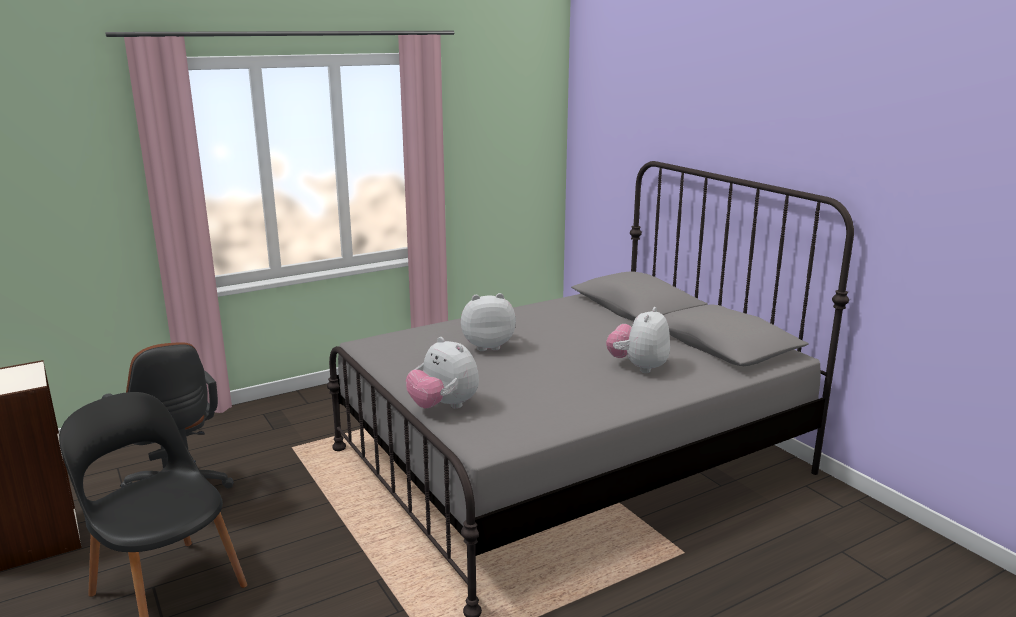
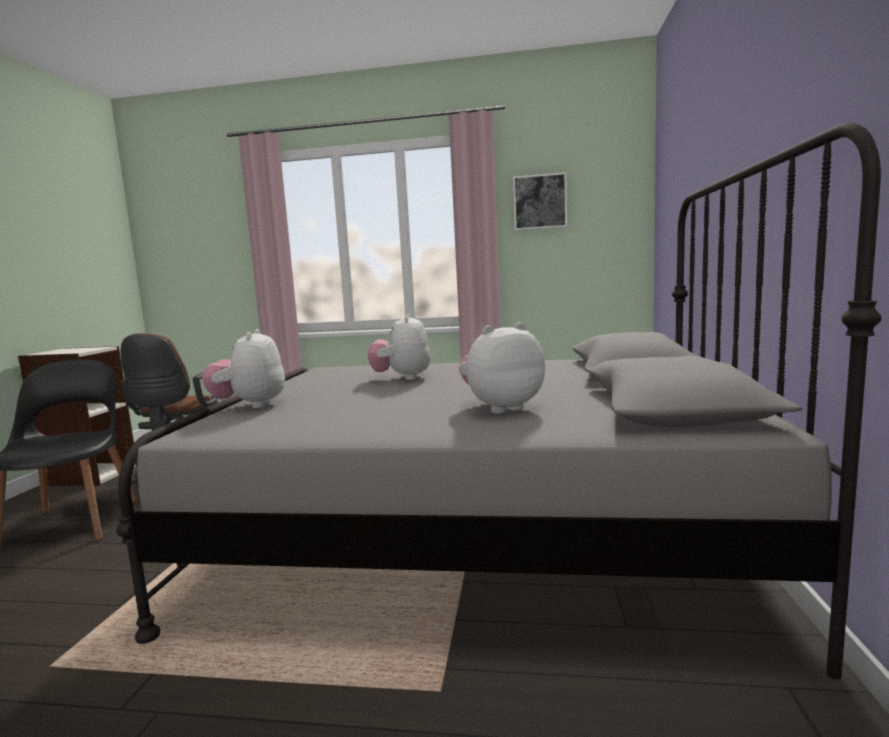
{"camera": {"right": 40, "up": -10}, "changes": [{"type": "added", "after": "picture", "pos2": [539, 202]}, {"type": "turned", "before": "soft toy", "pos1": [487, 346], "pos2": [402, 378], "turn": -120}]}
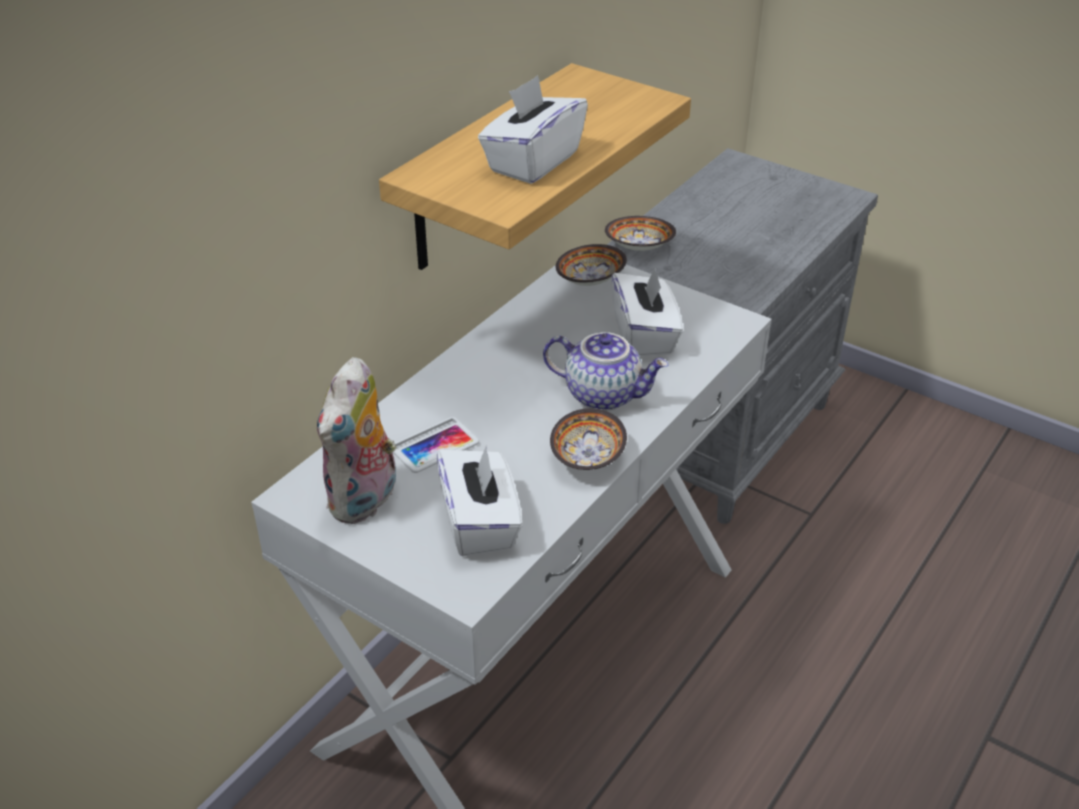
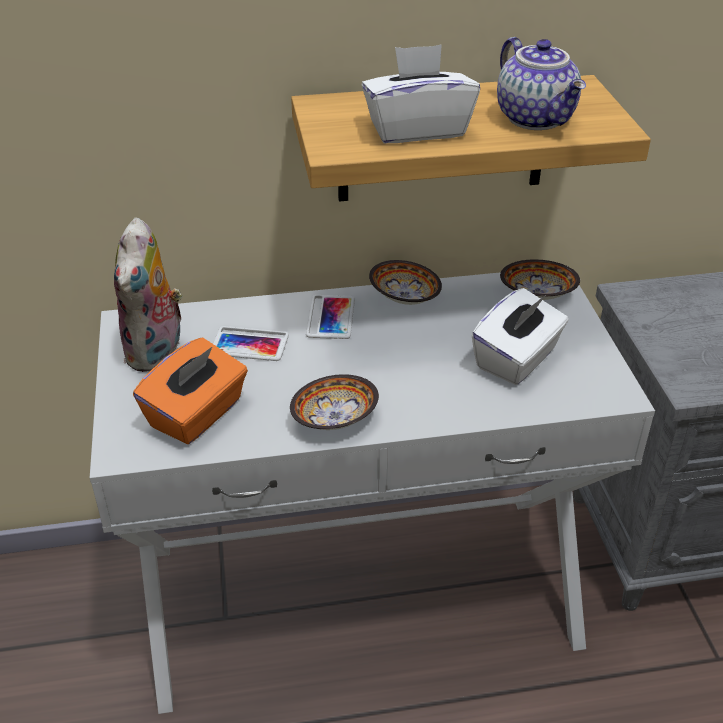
{"camera": {"right": 45, "up": 0}, "changes": [{"type": "added", "after": "phone", "pos2": [330, 317]}, {"type": "moved", "before": "tea pot", "pos1": [604, 394], "pos2": [537, 118]}, {"type": "moved", "before": "bowl", "pos1": [640, 248], "pos2": [404, 299]}, {"type": "recoloured", "before": "white-coloured box of tissues", "after": "orange box of tissues", "pos1": [480, 523], "pos2": [197, 414]}, {"type": "turned", "before": "soft toy", "pos1": [365, 501], "pos2": [157, 352], "turn": -60}]}
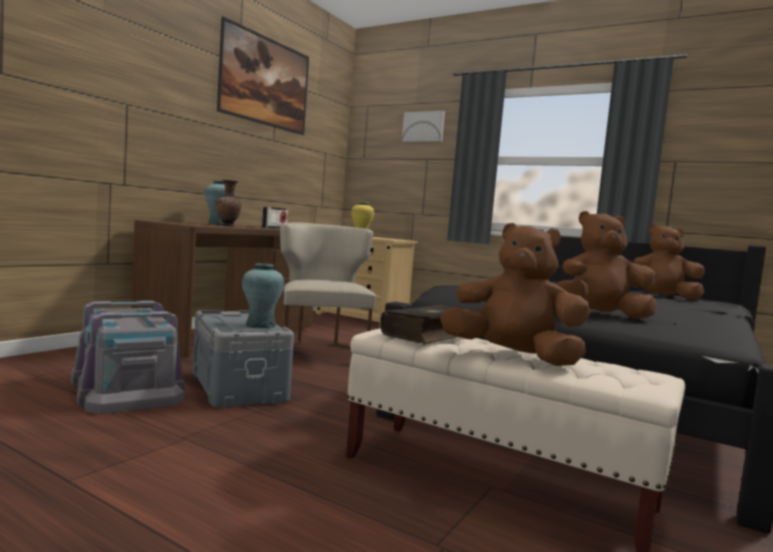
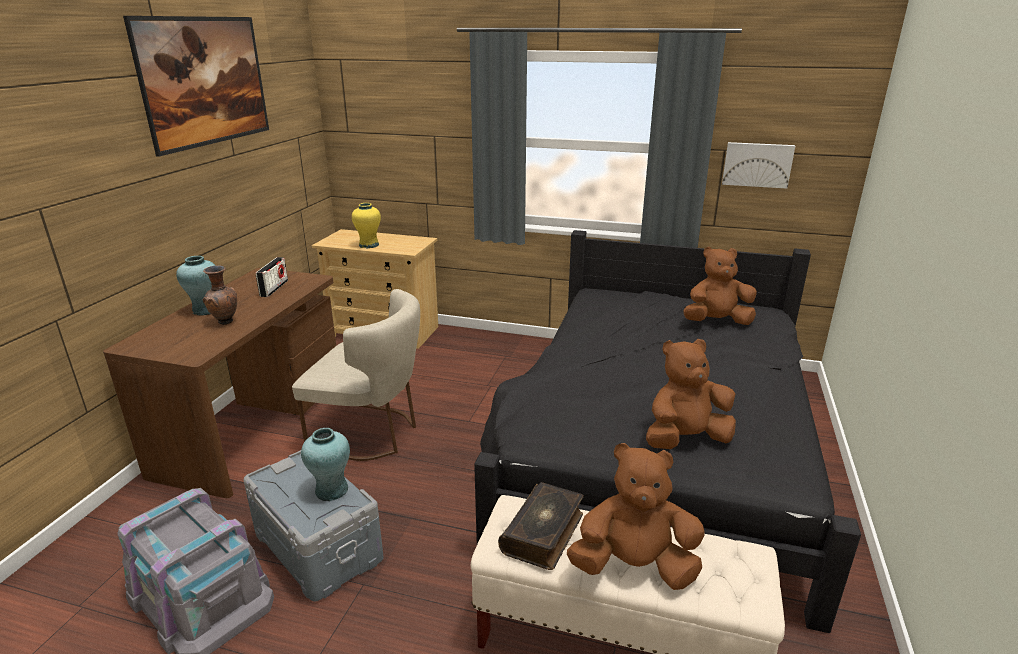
{"camera": {"right": -15, "up": 20}, "changes": [{"type": "moved", "before": "picture", "pos1": [423, 127], "pos2": [757, 164]}, {"type": "turned", "before": "beige-coloured upright chair", "pos1": [320, 352], "pos2": [372, 433], "turn": 135}]}
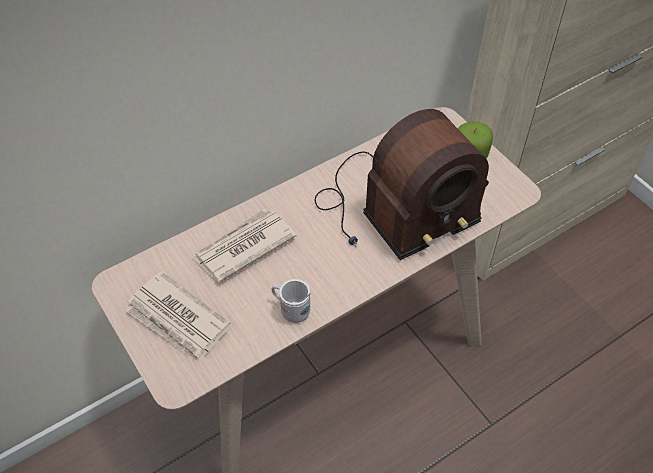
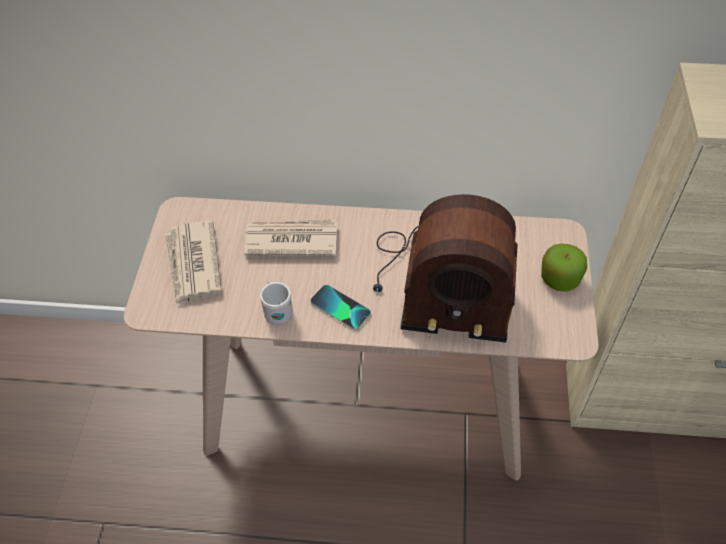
{"camera": {"right": 40, "up": 0}, "changes": [{"type": "added", "after": "phone", "pos2": [340, 308]}]}
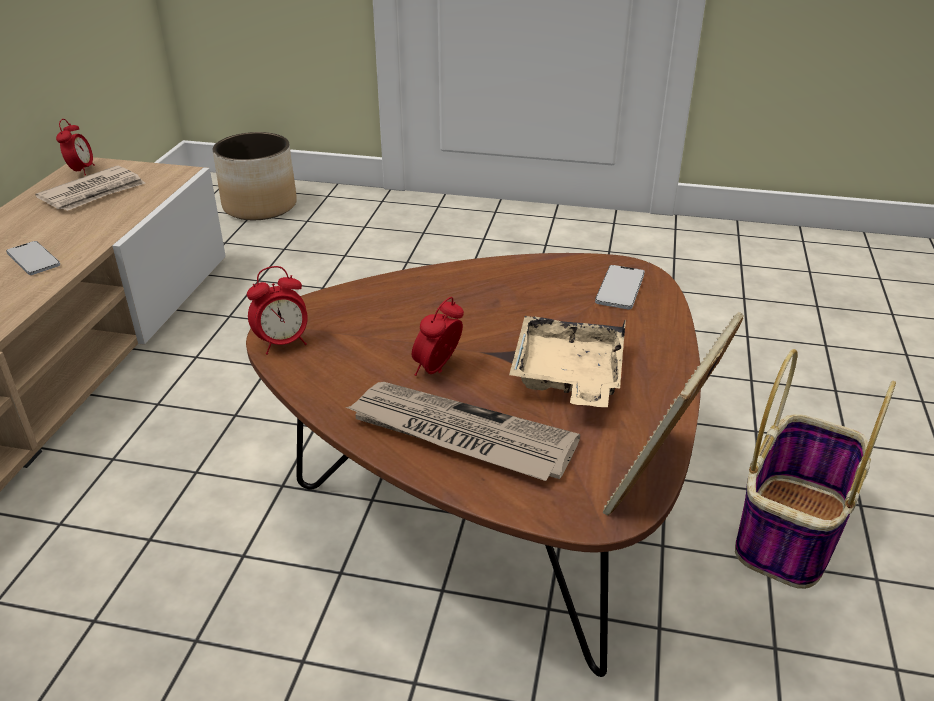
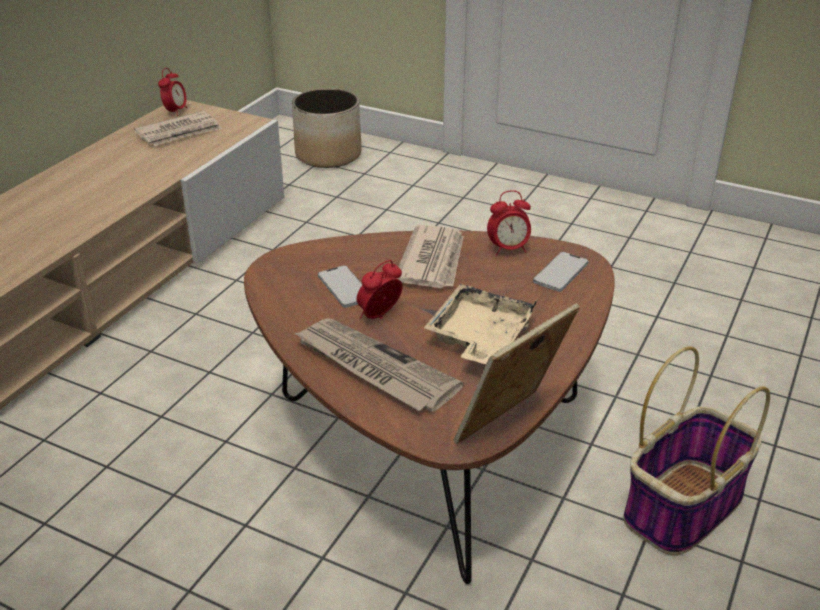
{"camera": {"right": 15, "up": 0}, "changes": [{"type": "added", "after": "daily paper", "pos2": [433, 261]}, {"type": "moved", "before": "phone", "pos1": [33, 259], "pos2": [344, 288]}, {"type": "moved", "before": "table clock", "pos1": [283, 343], "pos2": [508, 249]}]}
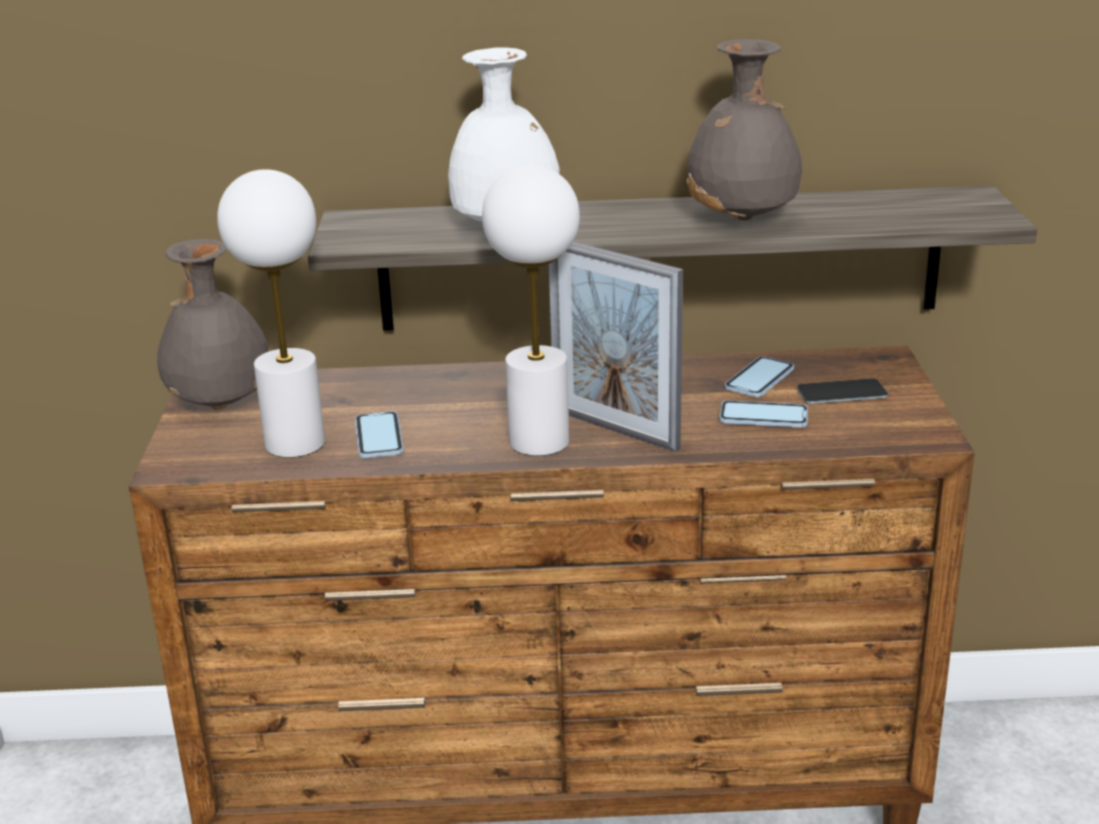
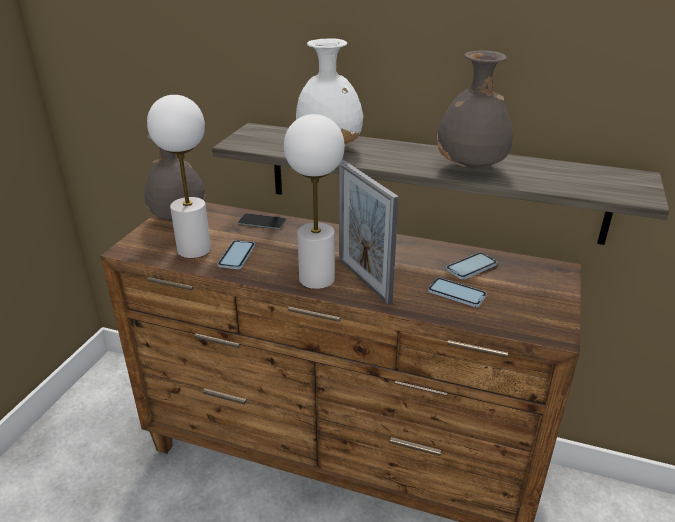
{"camera": {"right": 20, "up": 5}, "changes": [{"type": "moved", "before": "phone", "pos1": [842, 393], "pos2": [262, 222]}]}
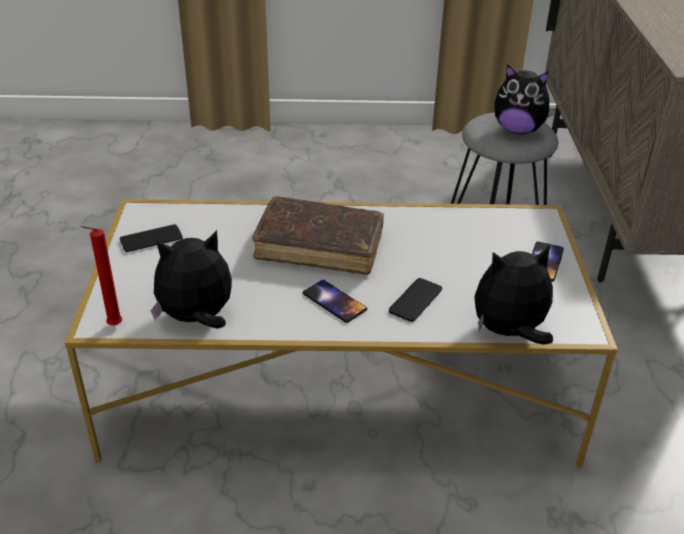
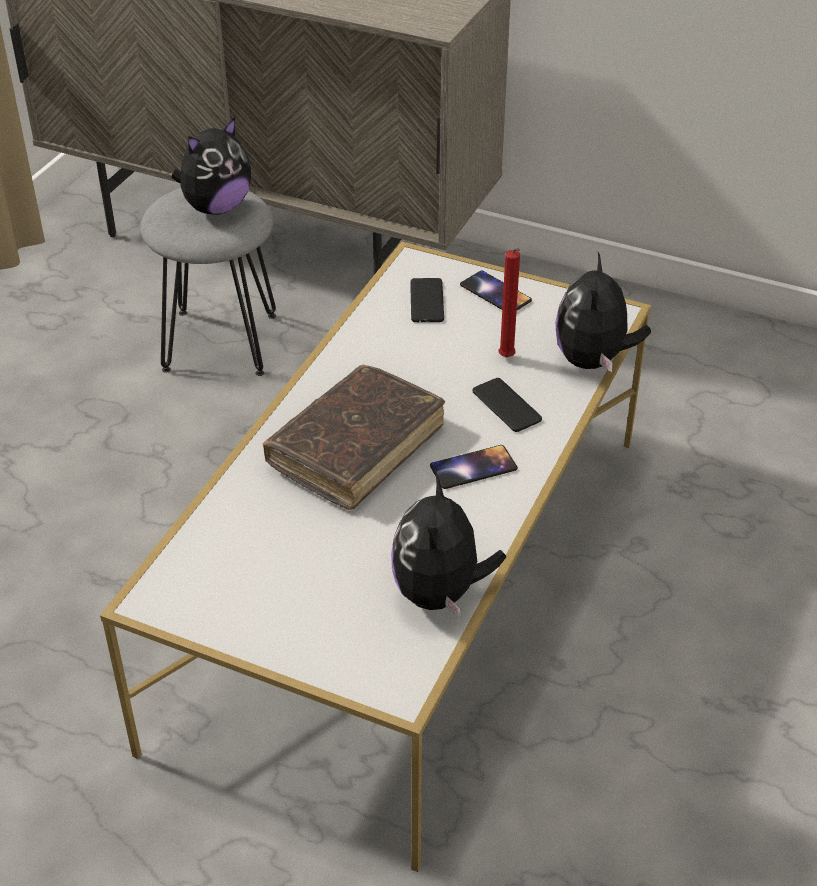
{"camera": {"right": -65, "up": 5}, "changes": [{"type": "moved", "before": "red-coloured wax light", "pos1": [112, 326], "pos2": [507, 359]}, {"type": "moved", "before": "phone", "pos1": [151, 239], "pos2": [427, 301]}]}
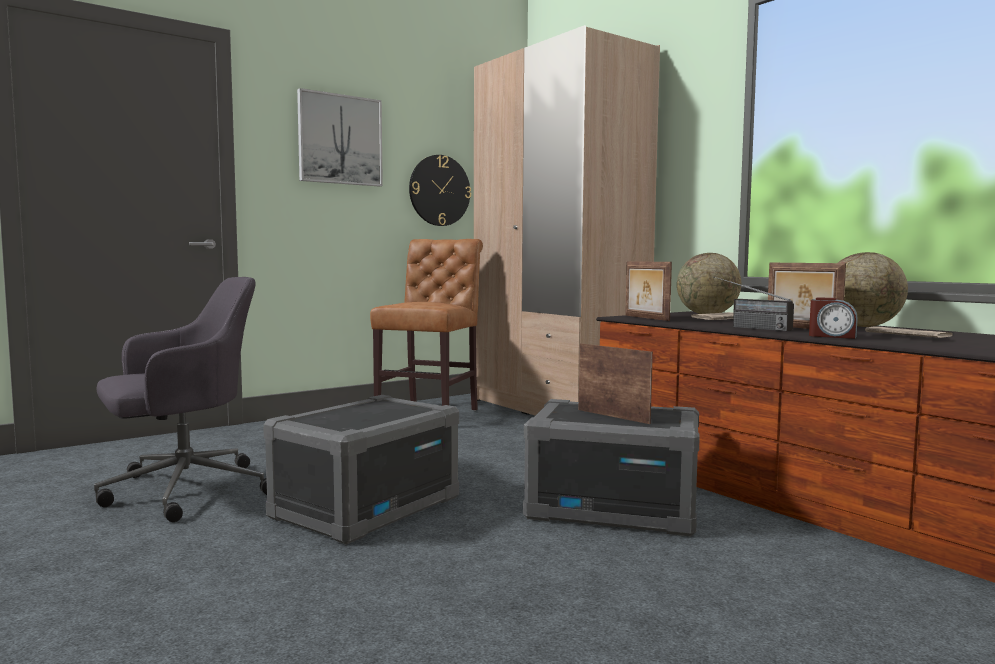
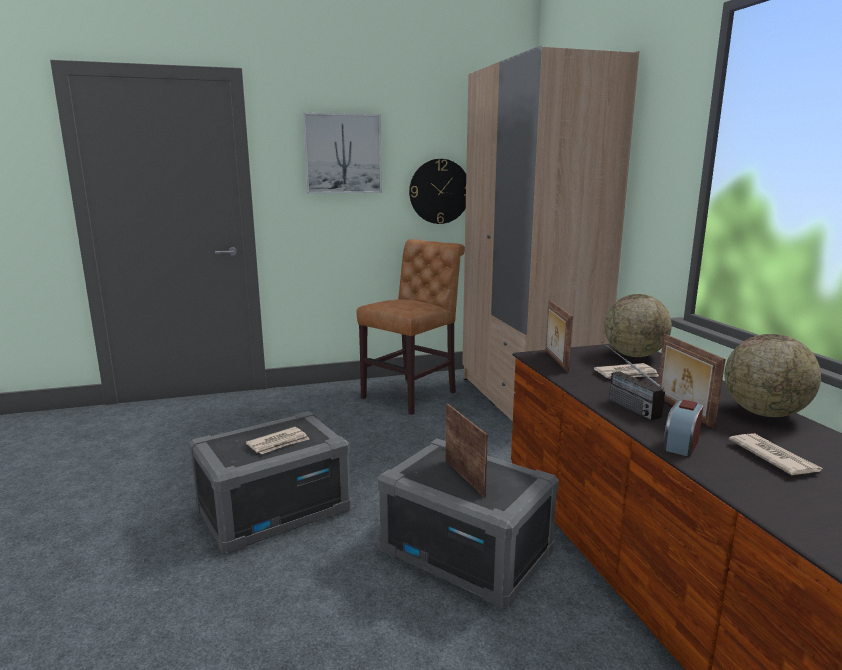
{"camera": {"right": 20, "up": 10}, "changes": [{"type": "removed", "before": "greyish office chair", "pos1": [183, 491]}, {"type": "added", "after": "daily paper", "pos2": [279, 443]}, {"type": "turned", "before": "table clock", "pos1": [832, 336], "pos2": [681, 444], "turn": 75}]}
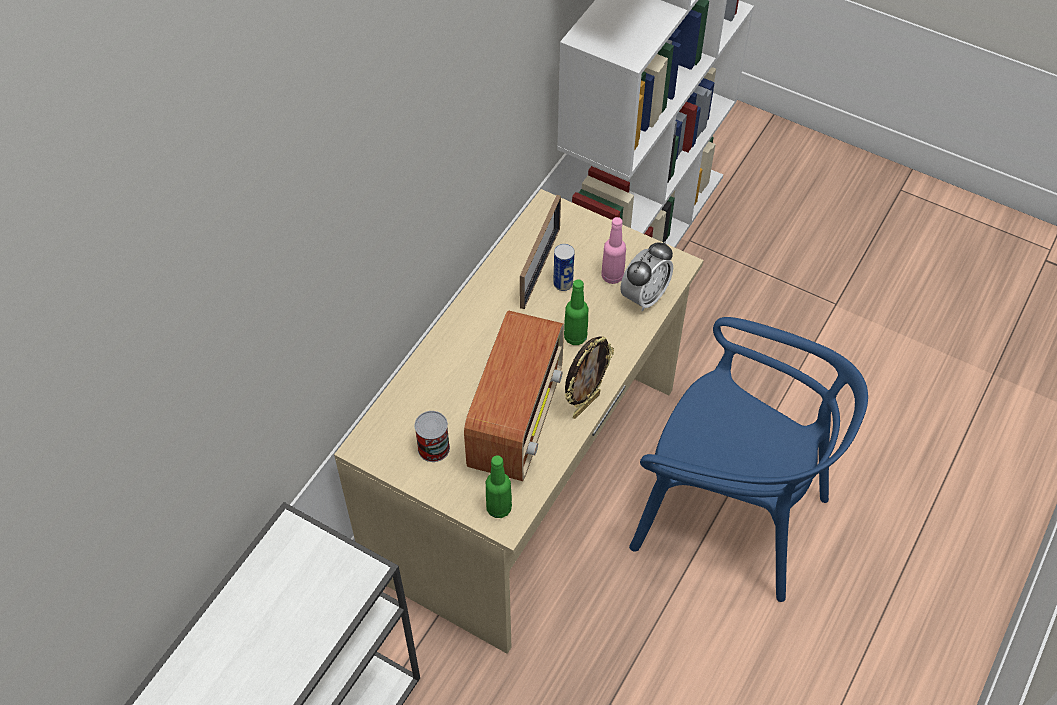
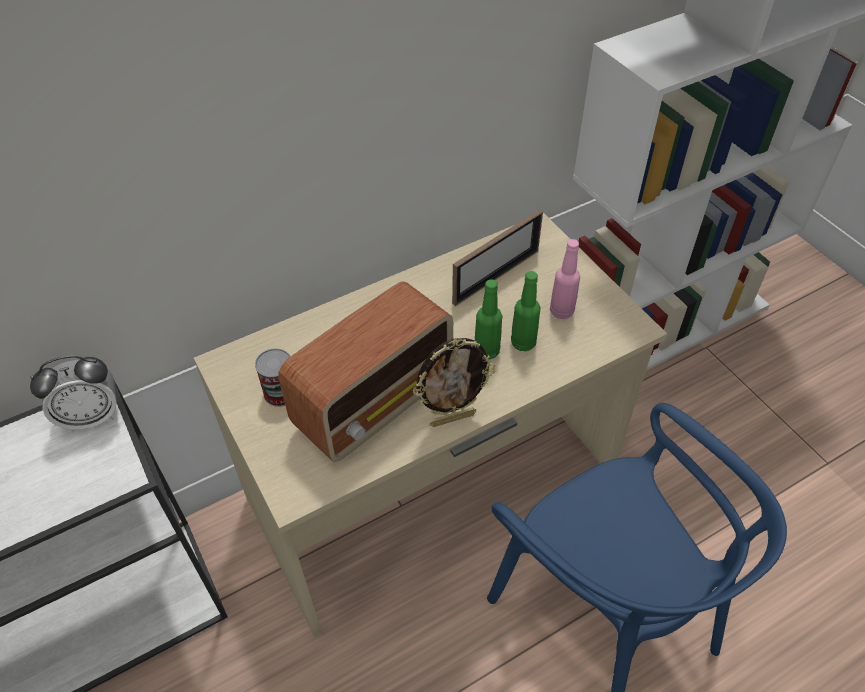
{"camera": {"right": 30, "up": -5}, "changes": [{"type": "removed", "before": "can", "pos1": [563, 284]}, {"type": "moved", "before": "green-coloured drink bottle", "pos1": [499, 508], "pos2": [523, 343]}, {"type": "moved", "before": "table clock", "pos1": [644, 297], "pos2": [92, 416]}]}
